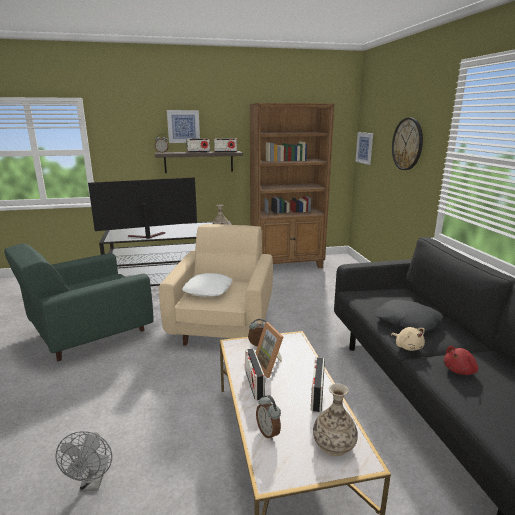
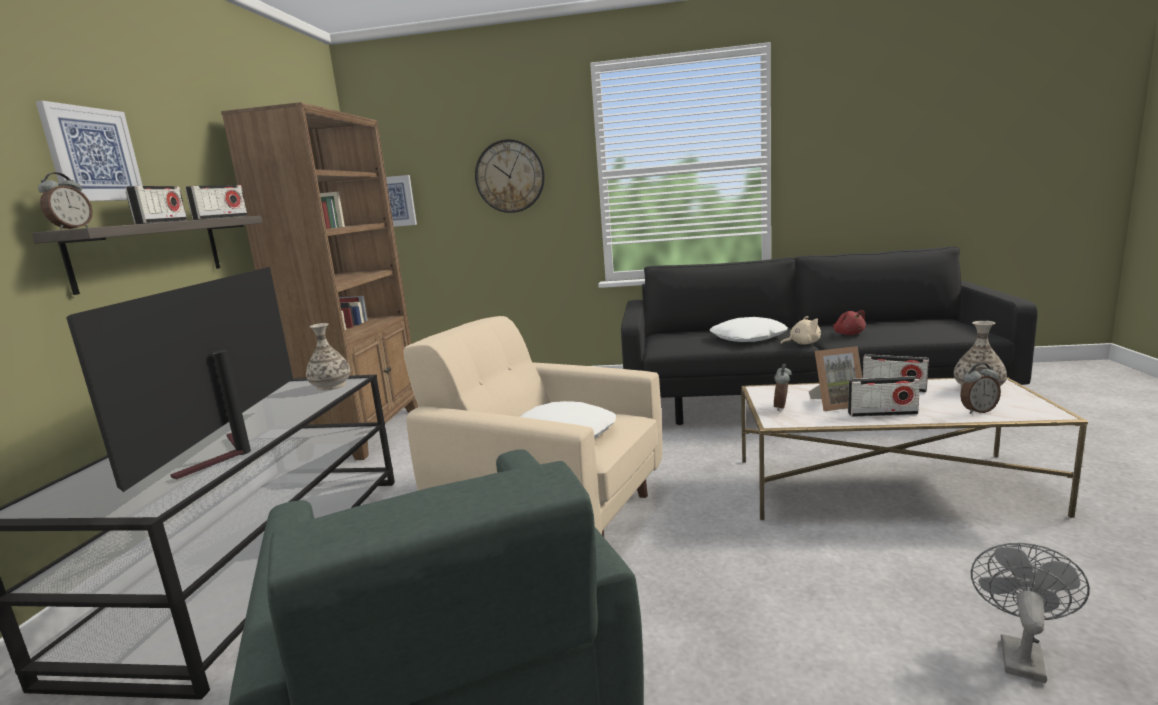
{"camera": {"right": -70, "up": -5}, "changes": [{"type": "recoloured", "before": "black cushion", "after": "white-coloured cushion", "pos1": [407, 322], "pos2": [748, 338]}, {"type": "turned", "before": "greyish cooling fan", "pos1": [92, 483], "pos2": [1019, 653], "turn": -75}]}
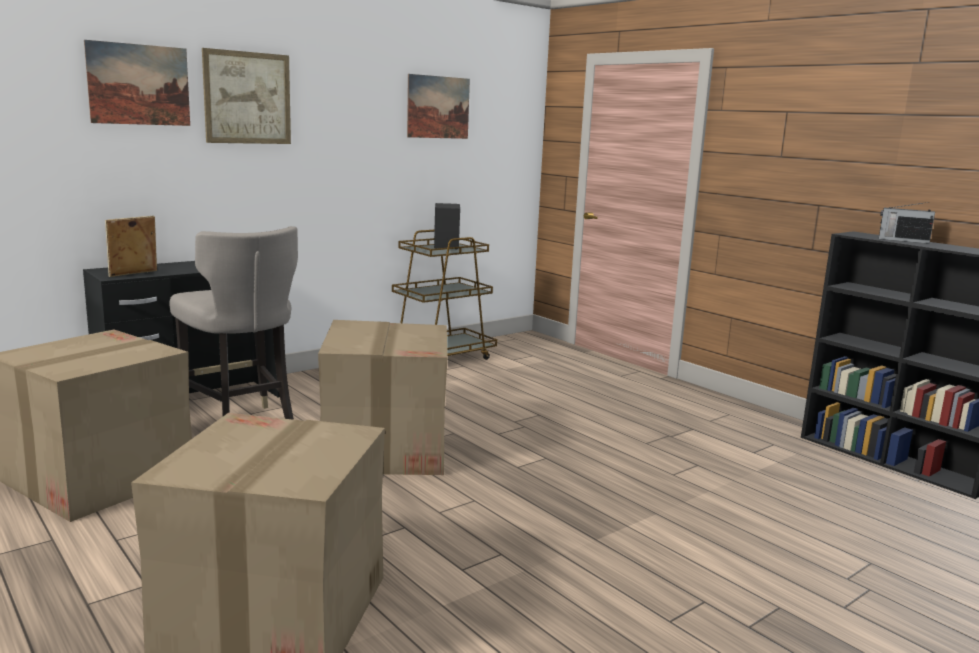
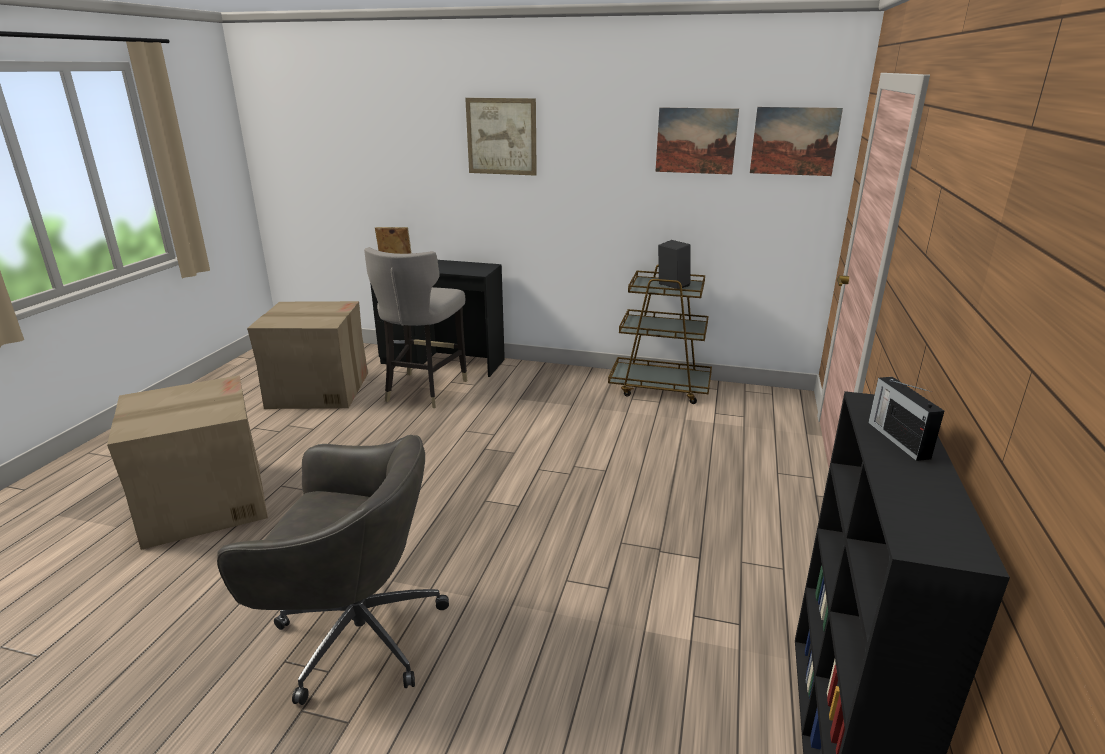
{"camera": {"right": 55, "up": 10}, "changes": [{"type": "removed", "before": "carton", "pos1": [386, 448]}, {"type": "added", "after": "greyish office chair", "pos2": [355, 634]}, {"type": "moved", "before": "picture", "pos1": [139, 84], "pos2": [794, 141]}]}
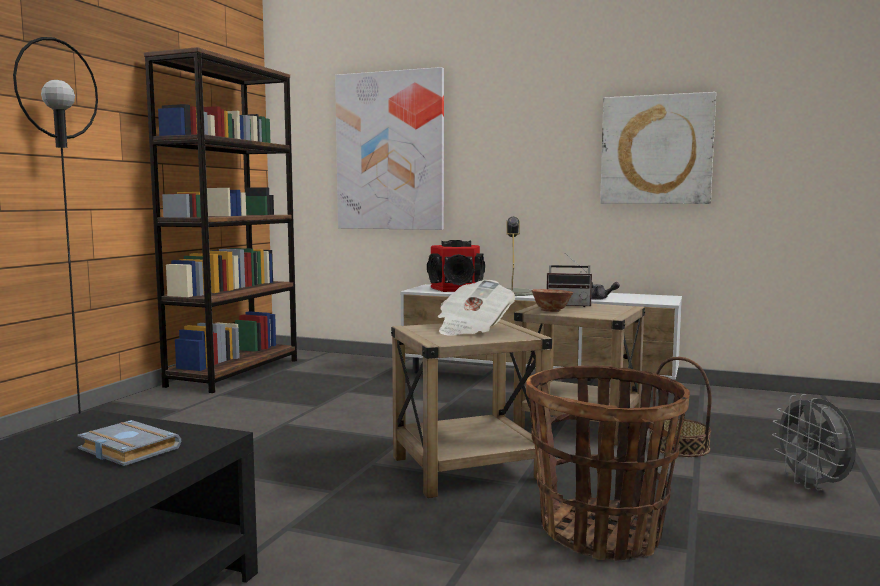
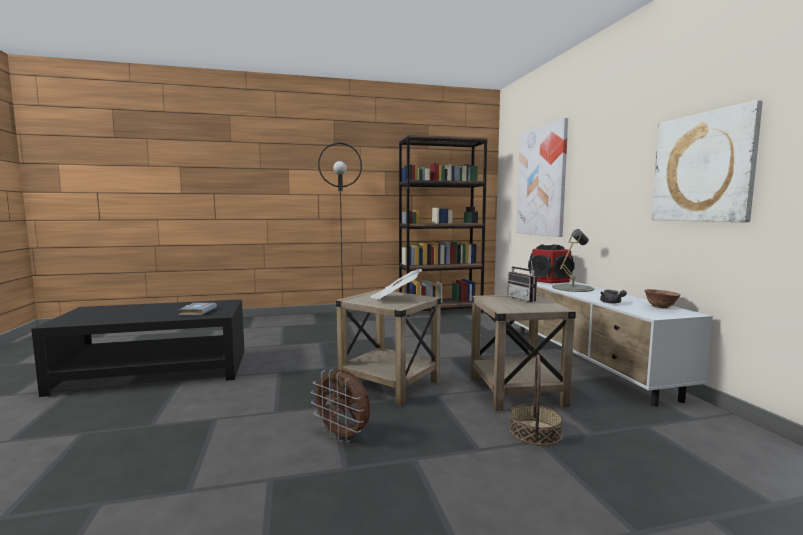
{"camera": {"right": 55, "up": 0}, "changes": [{"type": "removed", "before": "greyish cooling fan", "pos1": [813, 485]}, {"type": "moved", "before": "bowl", "pos1": [551, 311], "pos2": [660, 307]}, {"type": "replaced", "before": "household basket", "after": "brownish cooling fan", "pos1": [601, 533], "pos2": [343, 436]}]}
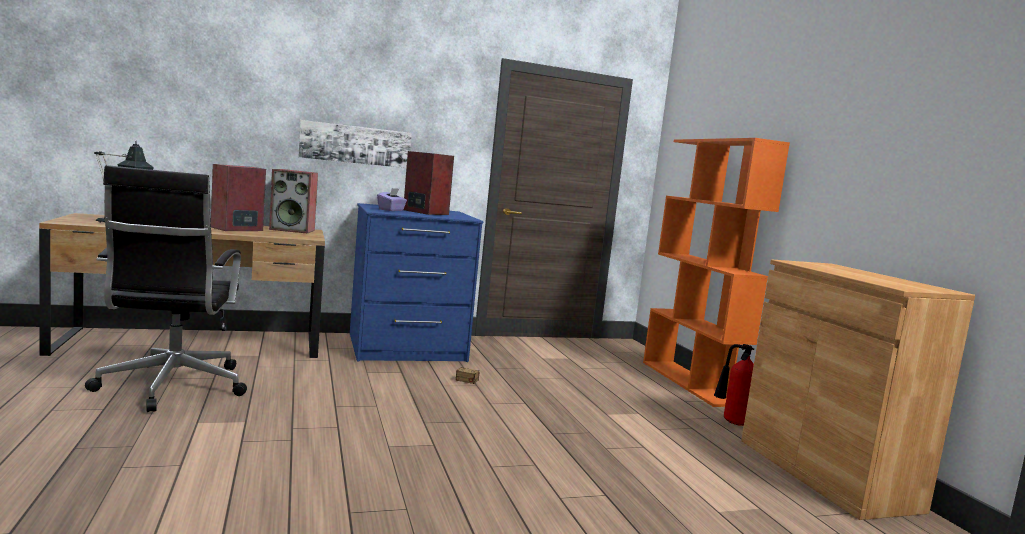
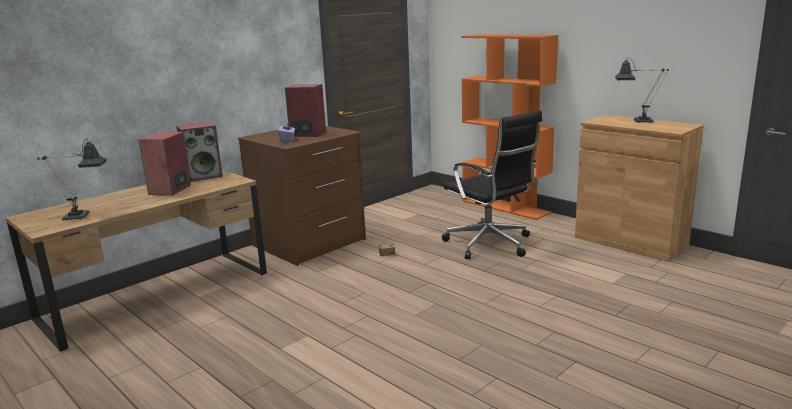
{"camera": {"right": -25, "up": 10}, "changes": [{"type": "removed", "before": "picture", "pos1": [355, 144]}, {"type": "removed", "before": "fire extinguisher", "pos1": [732, 422]}, {"type": "added", "after": "table lamp", "pos2": [638, 121]}, {"type": "moved", "before": "black office chair", "pos1": [171, 387], "pos2": [490, 244]}, {"type": "recoloured", "before": "blue-coloured dresser", "after": "brownish dresser", "pos1": [406, 348], "pos2": [310, 243]}]}
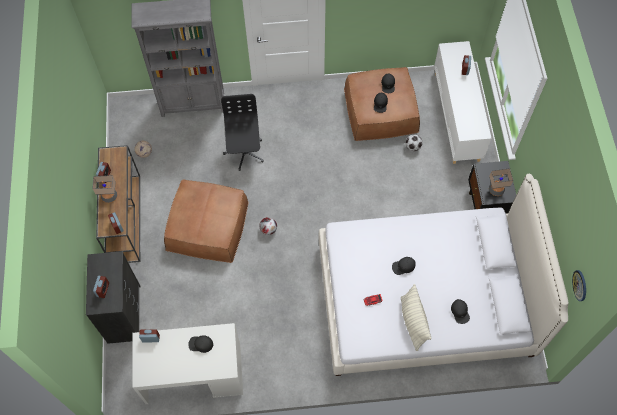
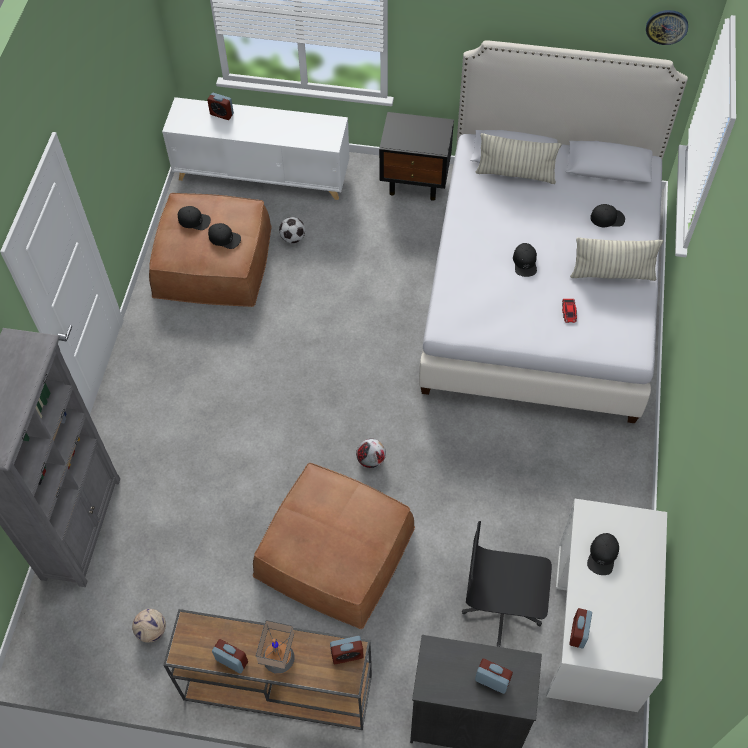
{"camera": {"right": -75, "up": -5}, "changes": [{"type": "removed", "before": "table lamp", "pos1": [496, 190]}, {"type": "added", "after": "cushion", "pos2": [515, 174]}, {"type": "moved", "before": "black office chair", "pos1": [244, 152], "pos2": [502, 607]}]}
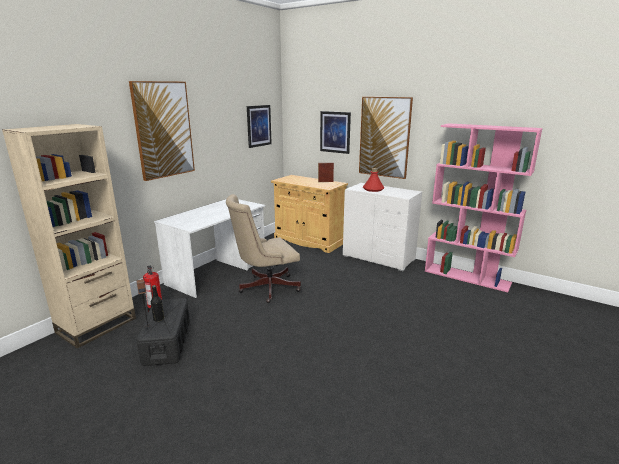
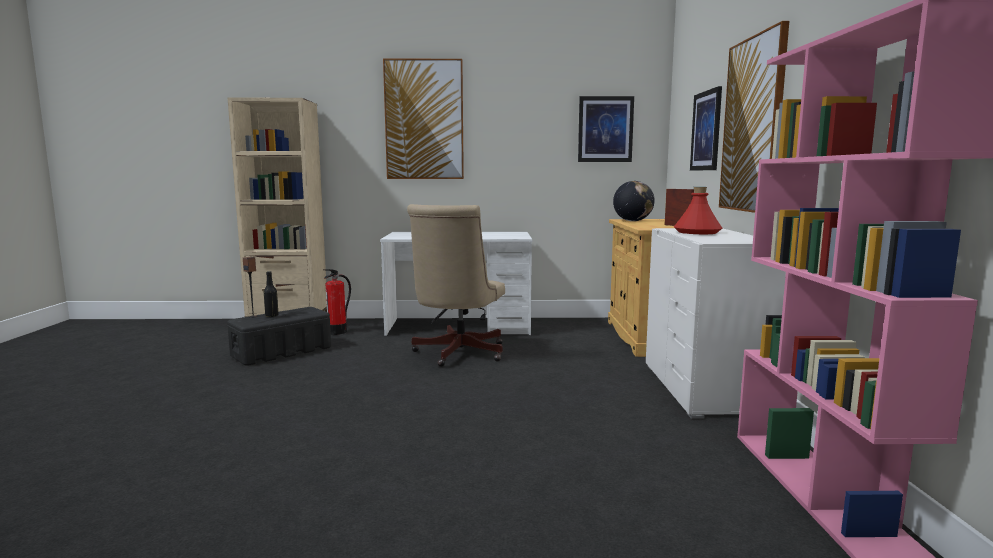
{"camera": {"right": 55, "up": -10}, "changes": [{"type": "added", "after": "world globe", "pos2": [632, 221]}, {"type": "turned", "before": "beige-coloured office chair", "pos1": [265, 288], "pos2": [457, 354], "turn": -105}]}
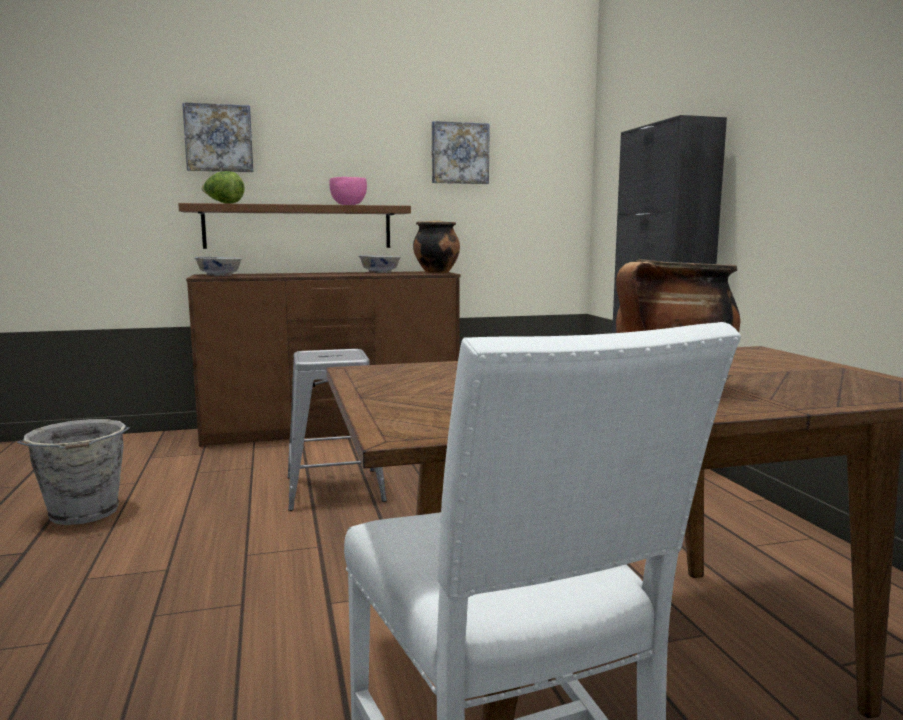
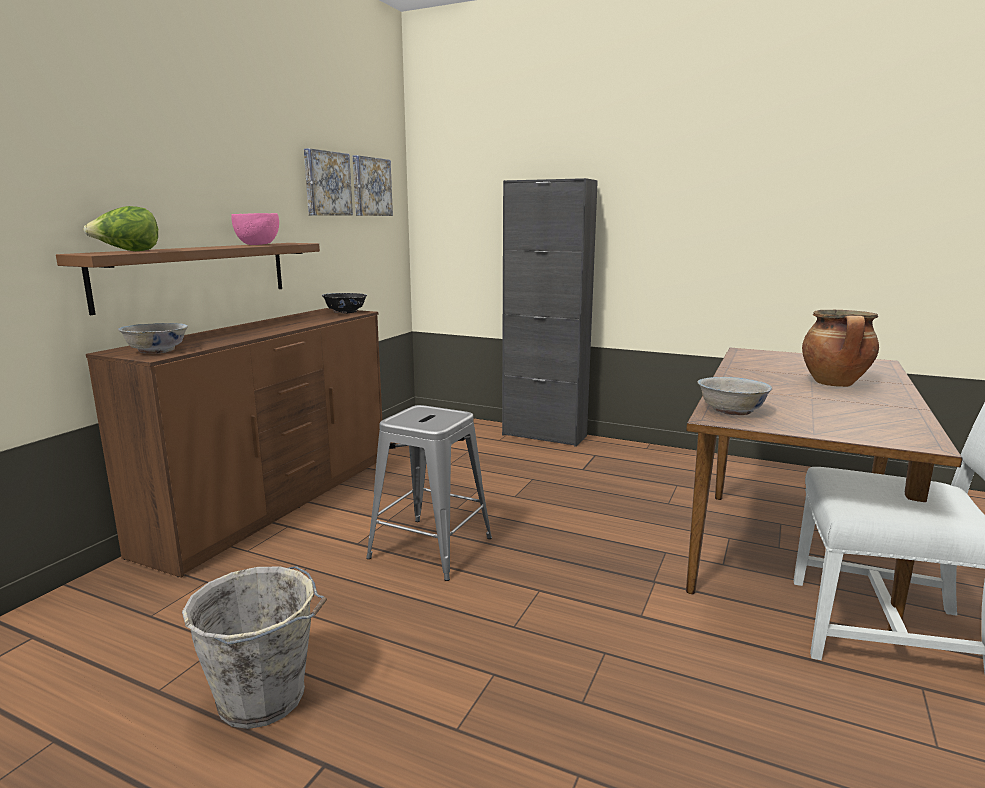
{"camera": {"right": -50, "up": 5}, "changes": [{"type": "moved", "before": "picture", "pos1": [219, 138], "pos2": [370, 187]}, {"type": "moved", "before": "white-coloured bowl", "pos1": [379, 272], "pos2": [731, 410]}, {"type": "replaced", "before": "saucepot", "after": "black bowl", "pos1": [436, 272], "pos2": [345, 312]}]}
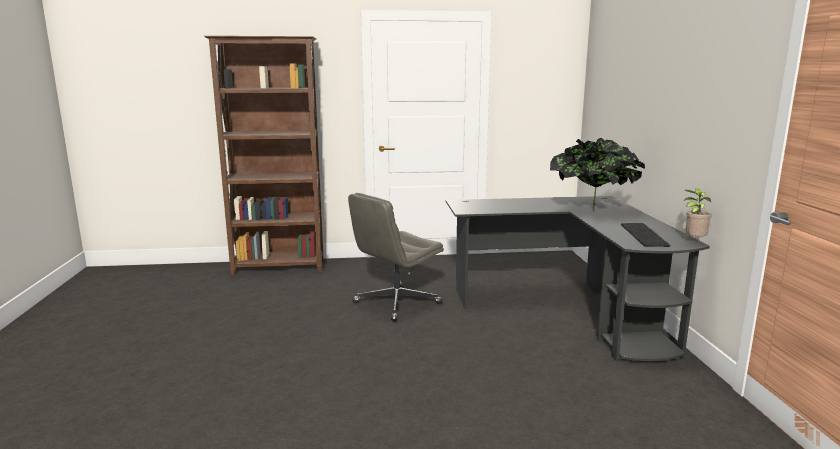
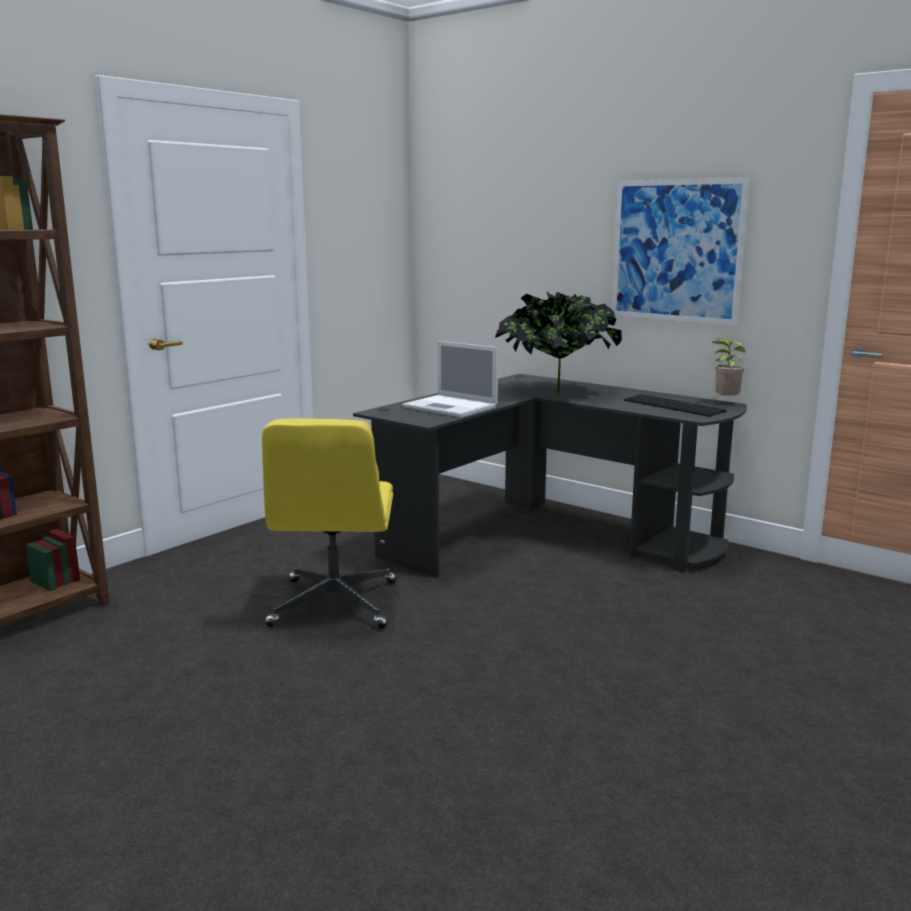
{"camera": {"right": -45, "up": 0}, "changes": [{"type": "added", "after": "portable computer", "pos2": [451, 407]}, {"type": "added", "after": "picture", "pos2": [676, 251]}, {"type": "recoloured", "before": "greyish office chair", "after": "yellow office chair", "pos1": [396, 303], "pos2": [335, 604]}]}
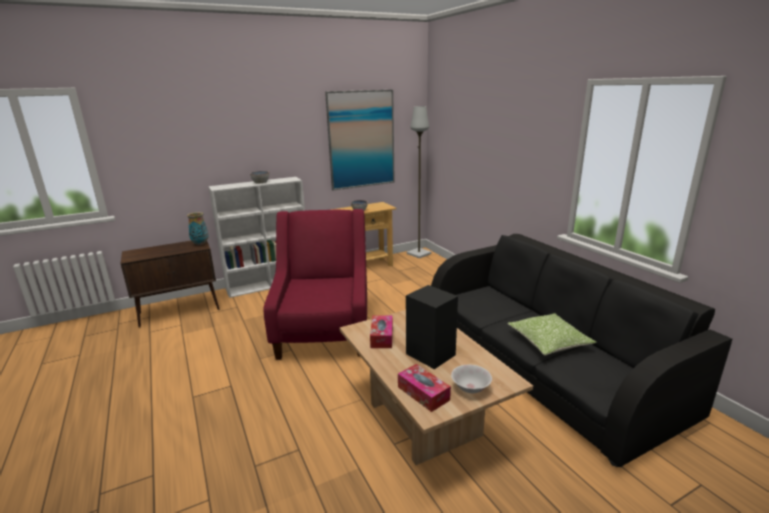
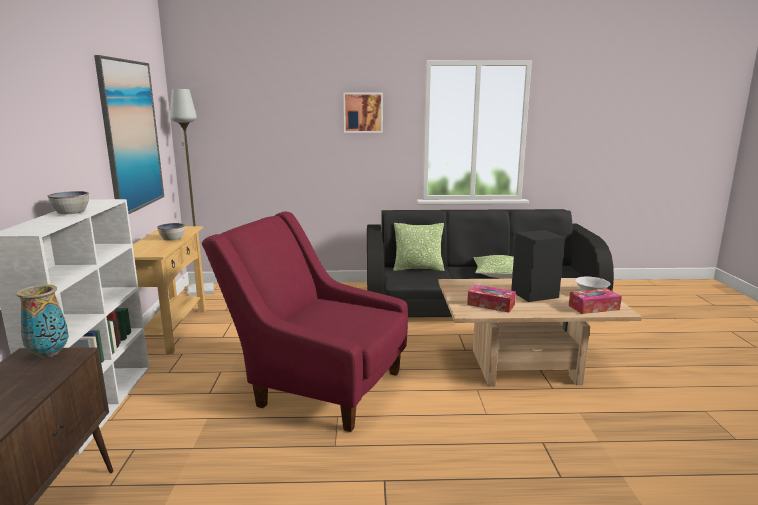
{"camera": {"right": -65, "up": -5}, "changes": [{"type": "added", "after": "picture", "pos2": [363, 112]}, {"type": "added", "after": "cushion", "pos2": [418, 268]}]}
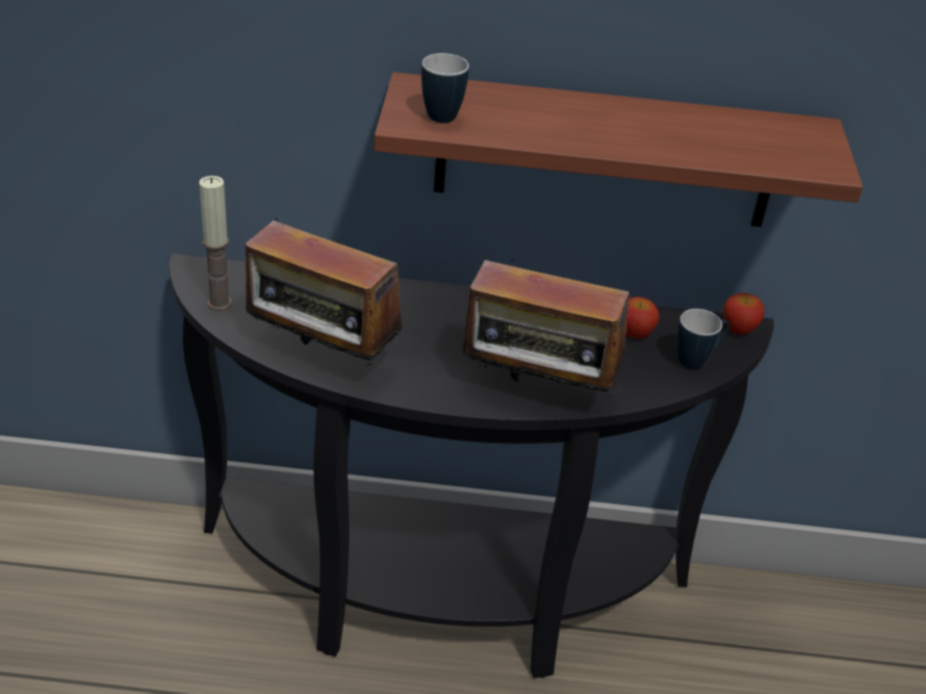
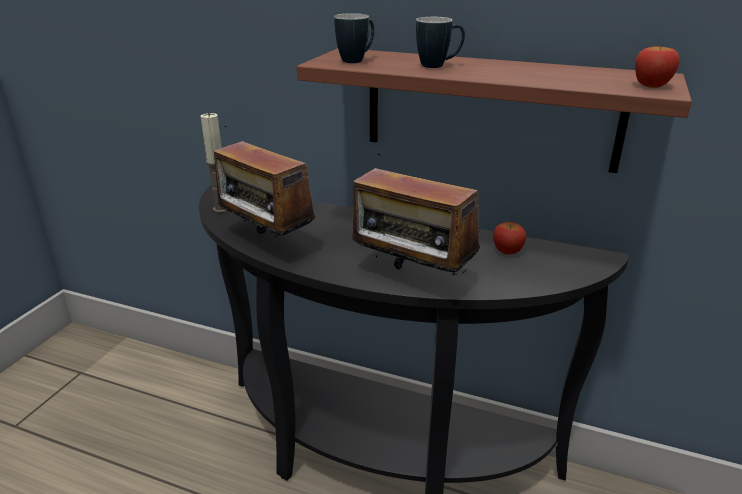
{"camera": {"right": 20, "up": -10}, "changes": [{"type": "moved", "before": "coffee mug", "pos1": [697, 360], "pos2": [438, 66]}, {"type": "moved", "before": "whole apple", "pos1": [738, 329], "pos2": [651, 85]}]}
